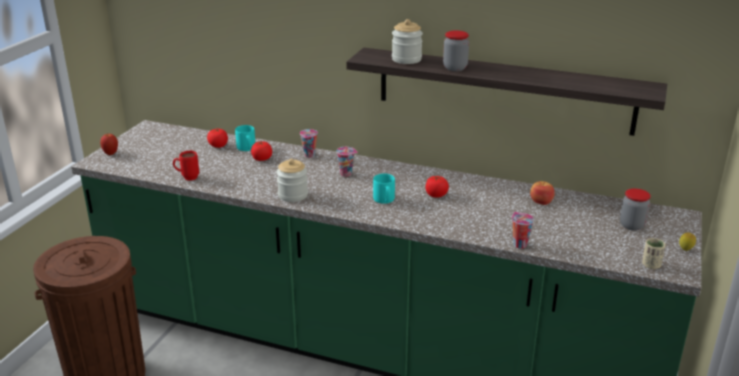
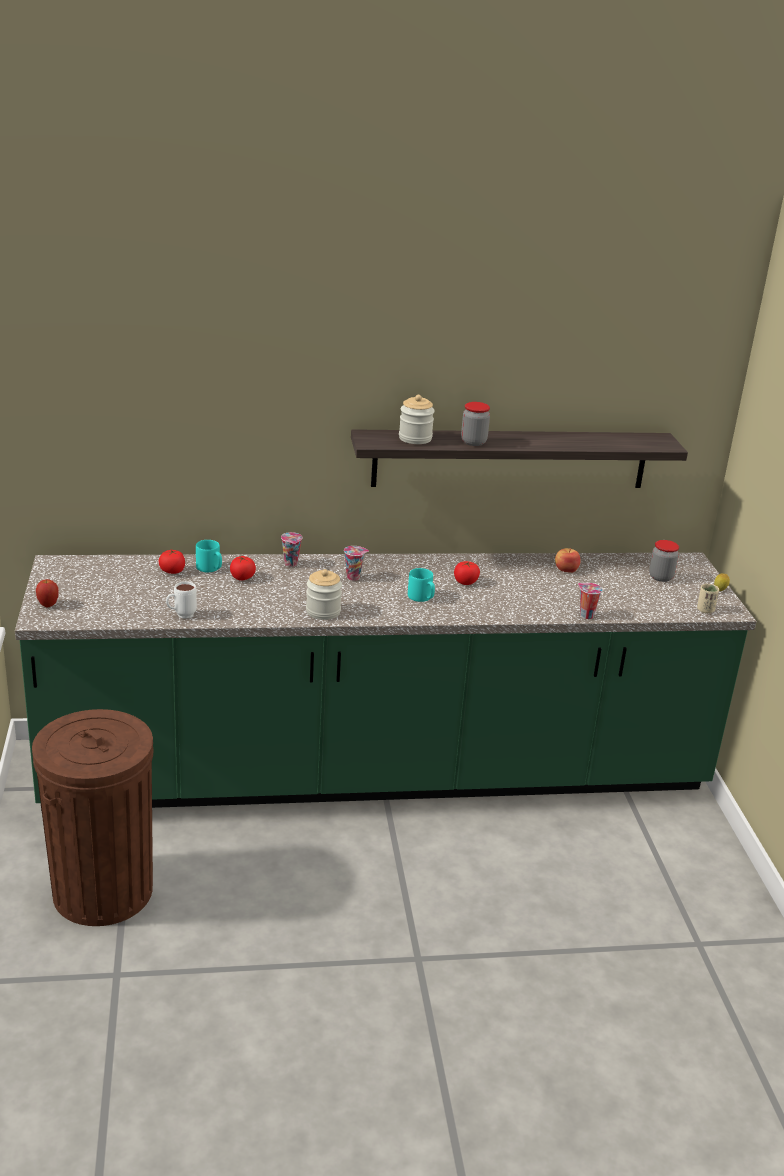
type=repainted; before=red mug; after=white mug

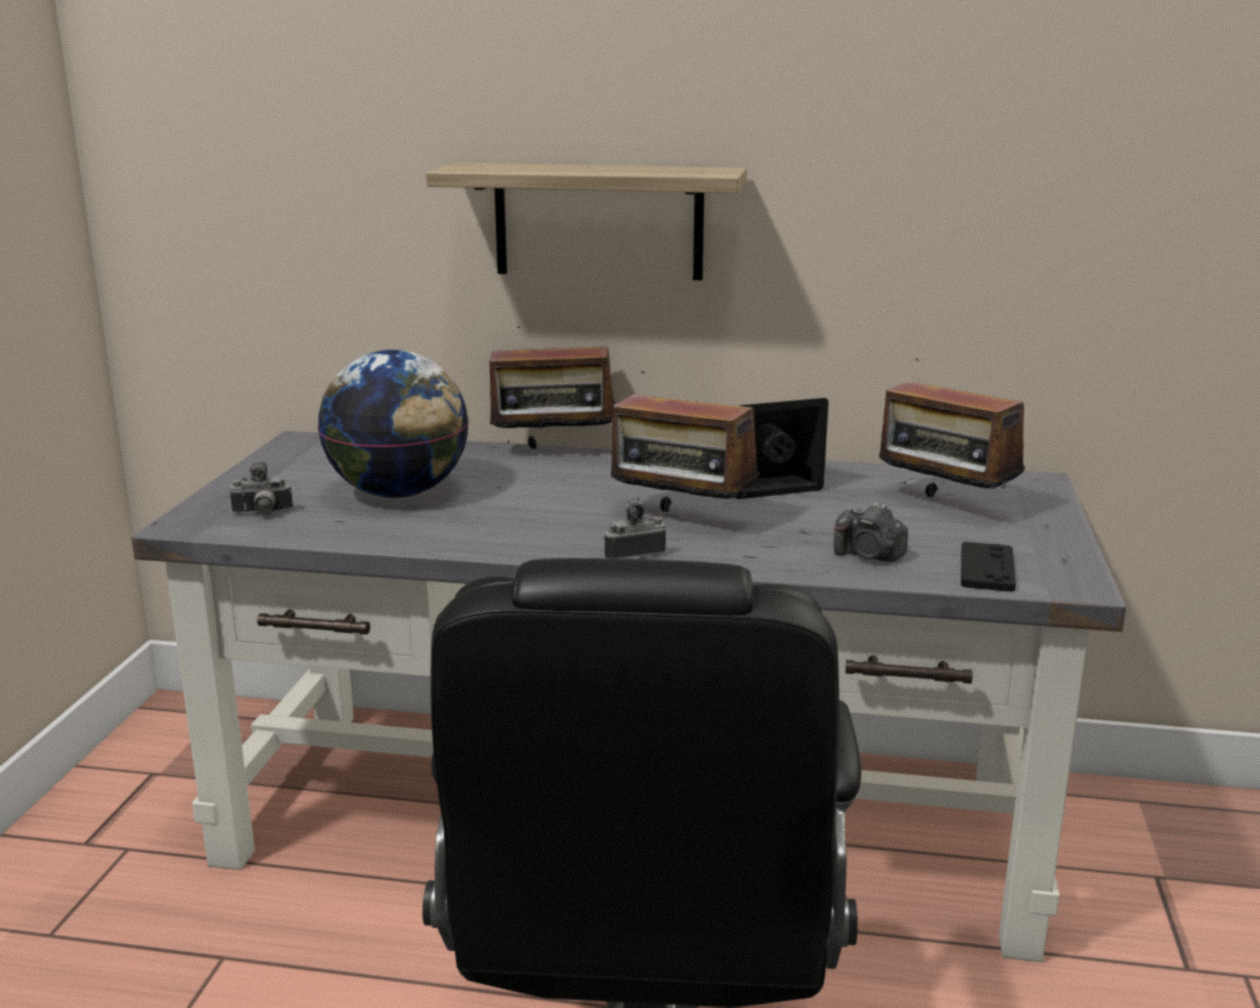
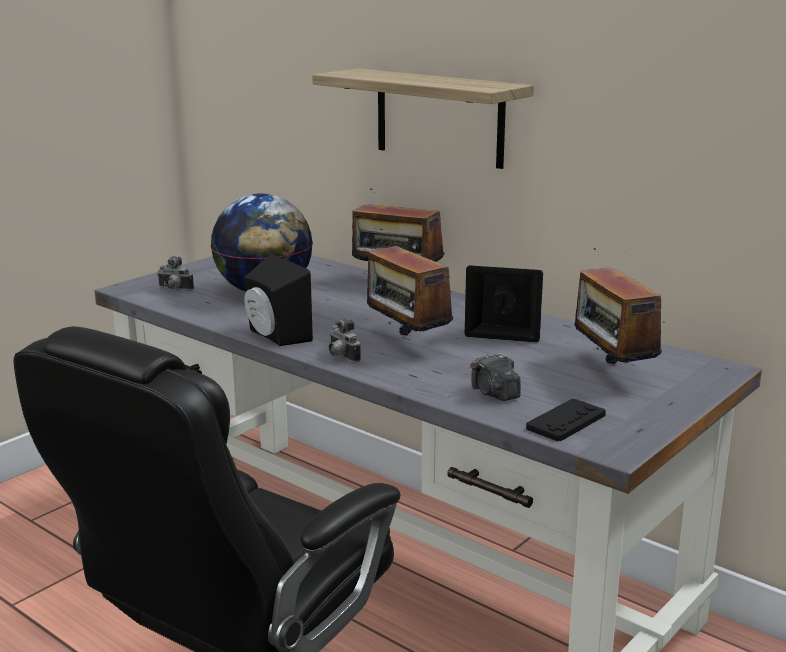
type=rotated; before=photo camera (no. 2 from left); turn=-135
type=new; after=black speaker (no. 1 from left)

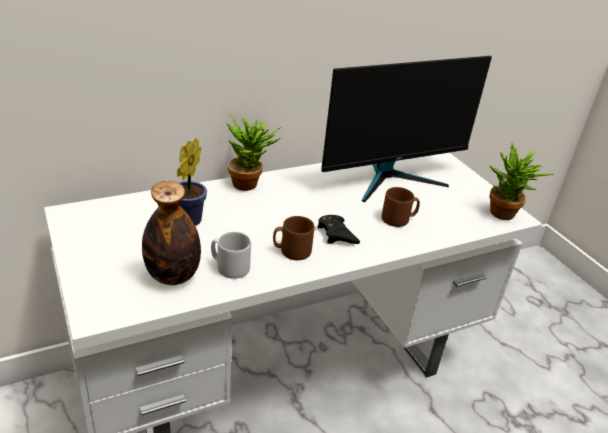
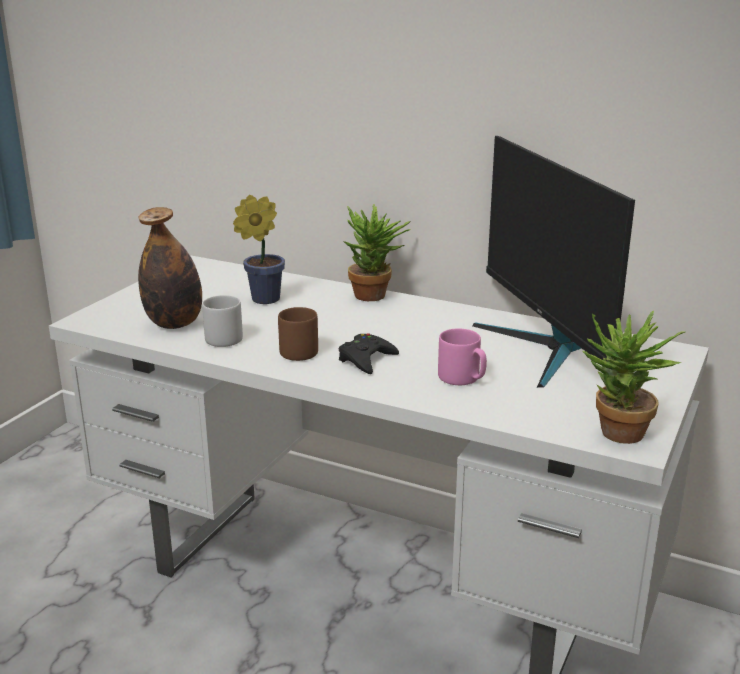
type=rotated; before=monitor; turn=45
type=repainted; before=brown mug (no. 2 from left); after=pink mug

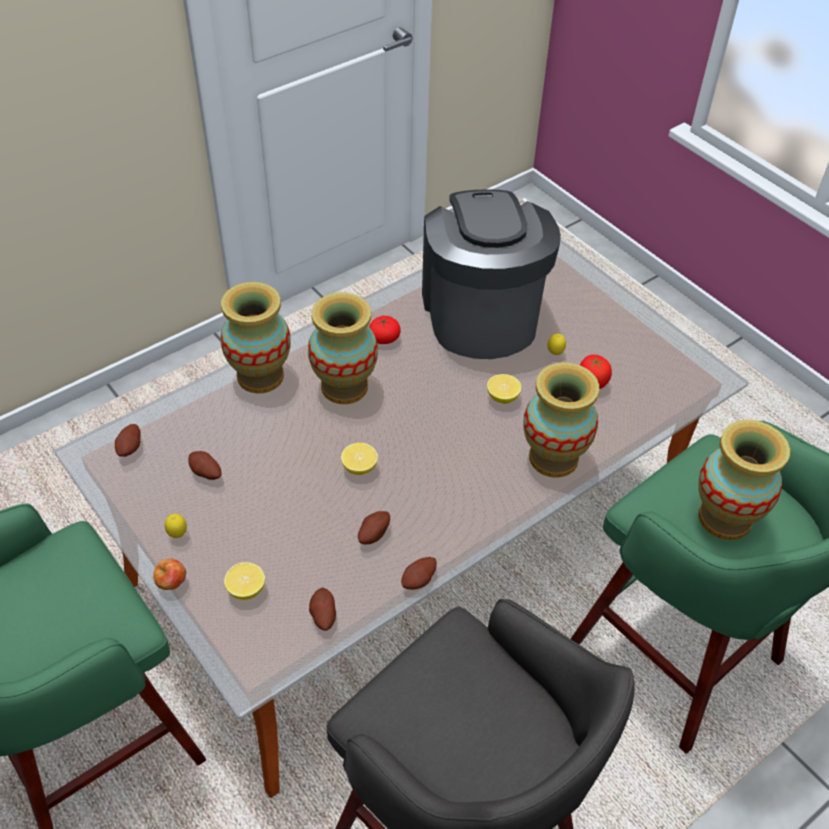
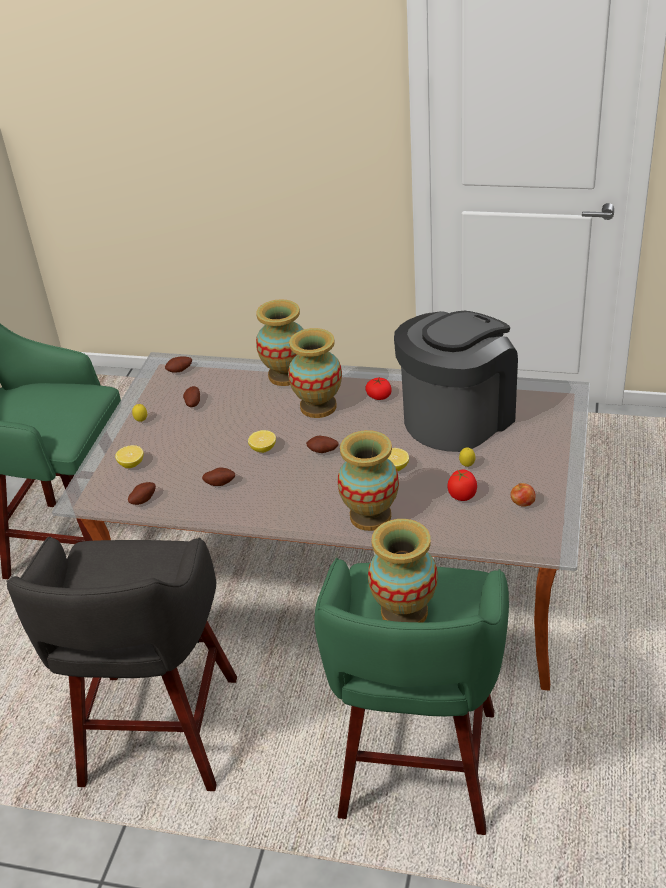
type=shifted; before=potato (no. 5 from left)
type=shifted; before=apple

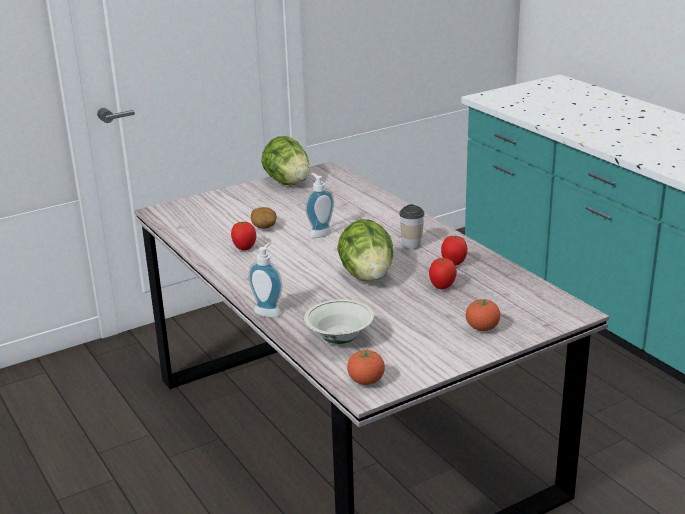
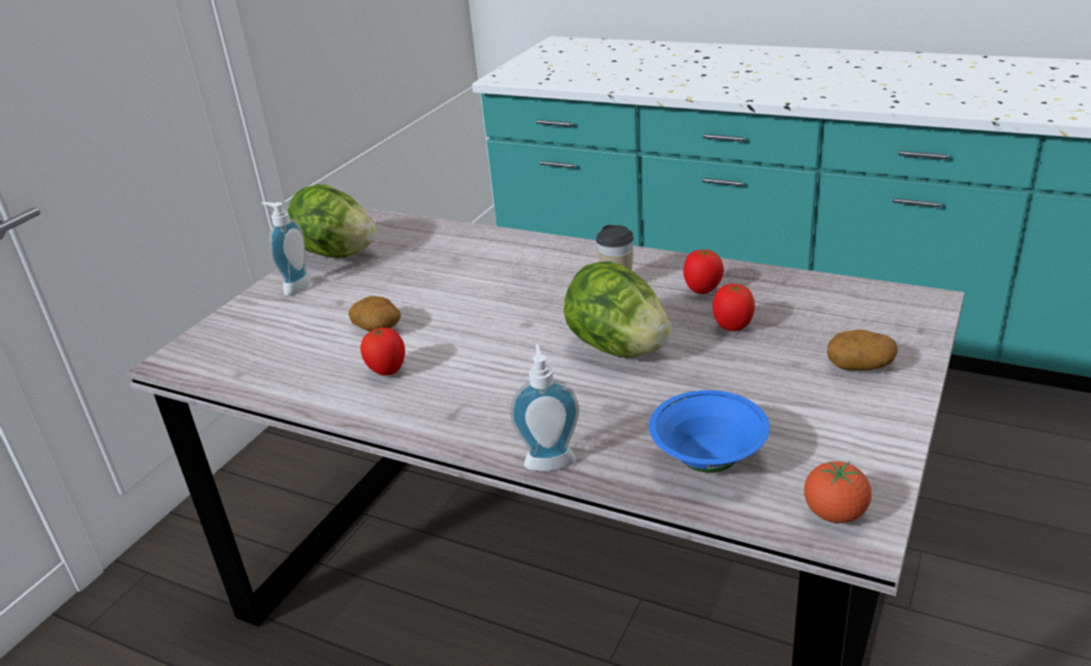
type=shifted; before=soap dispenser (no. 2 from left in the first image); after=soap dispenser (no. 1 from left)
type=repainted; before=white bowl; after=blue bowl
type=swapped; before=tomato (no. 5 from left); after=potato (no. 2 from left)

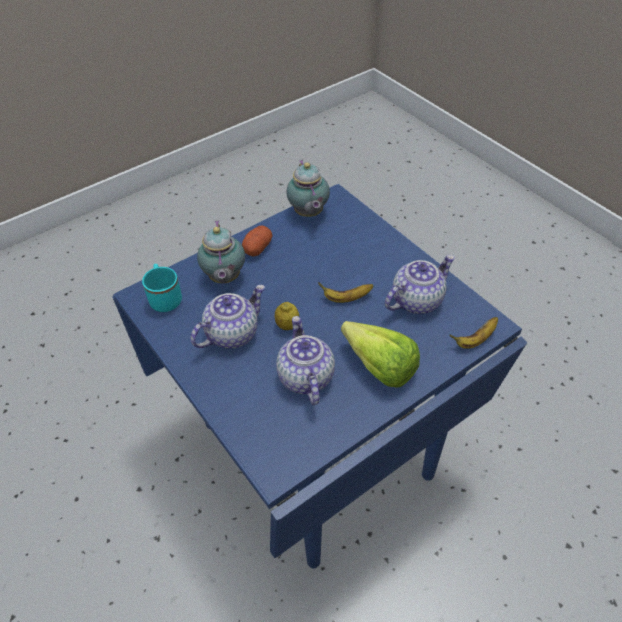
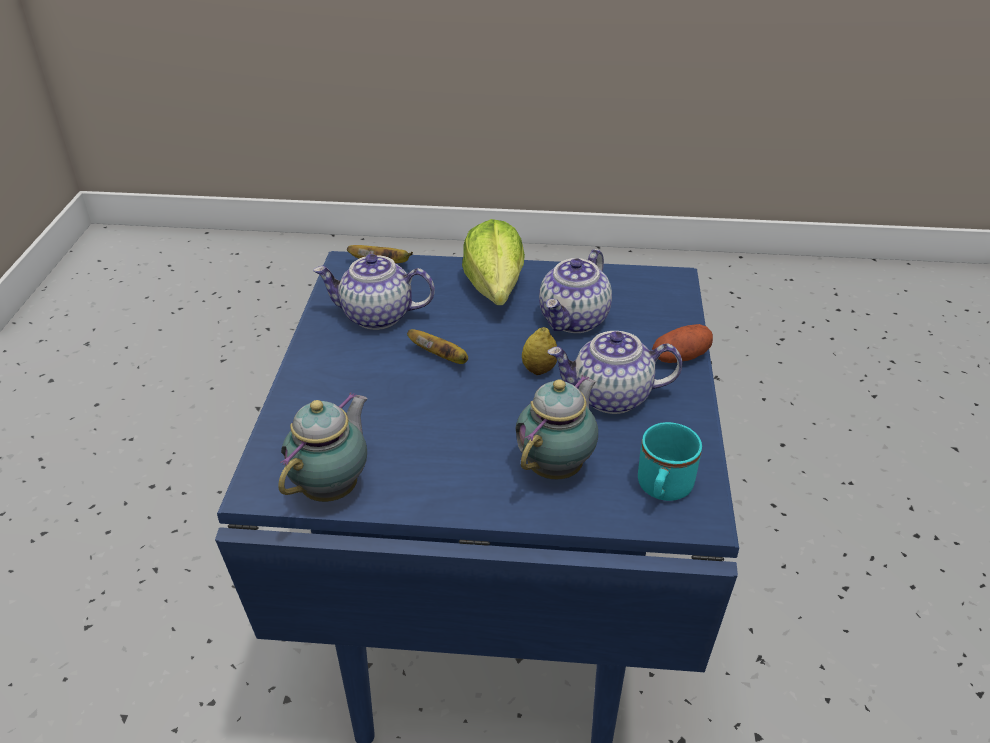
type=shifted; before=potato

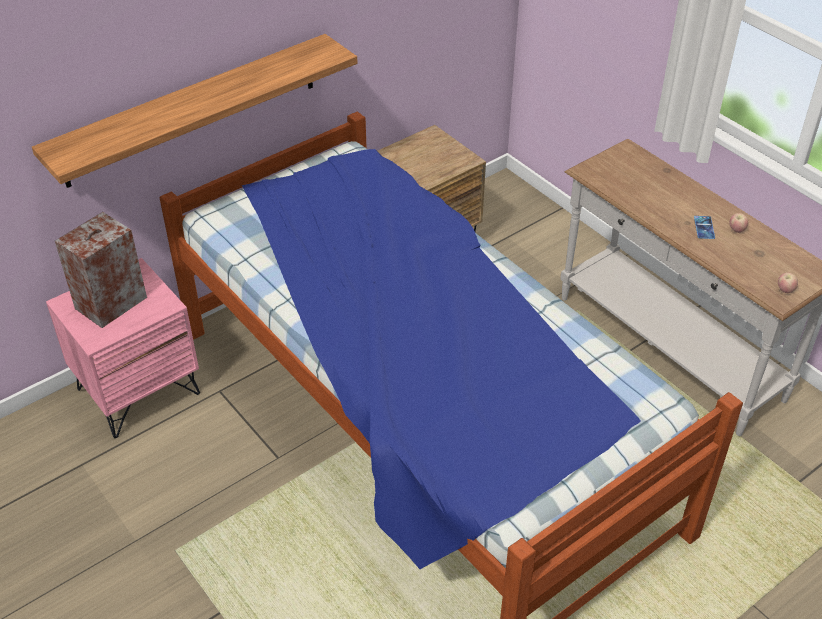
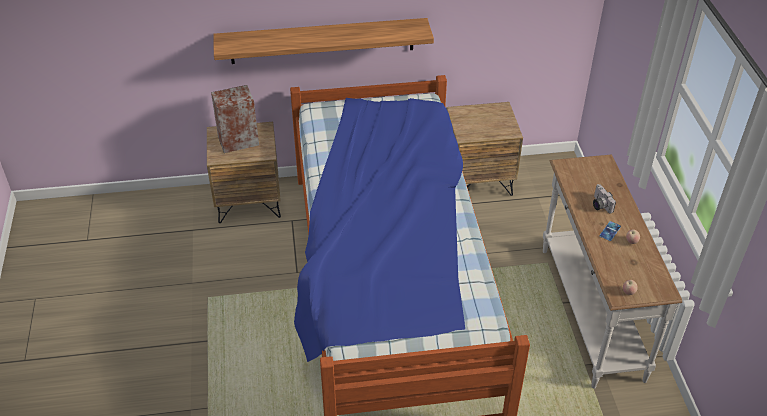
type=repainted; before=pink nightstand; after=brown nightstand (no. 1 from left)
type=new; after=photo camera

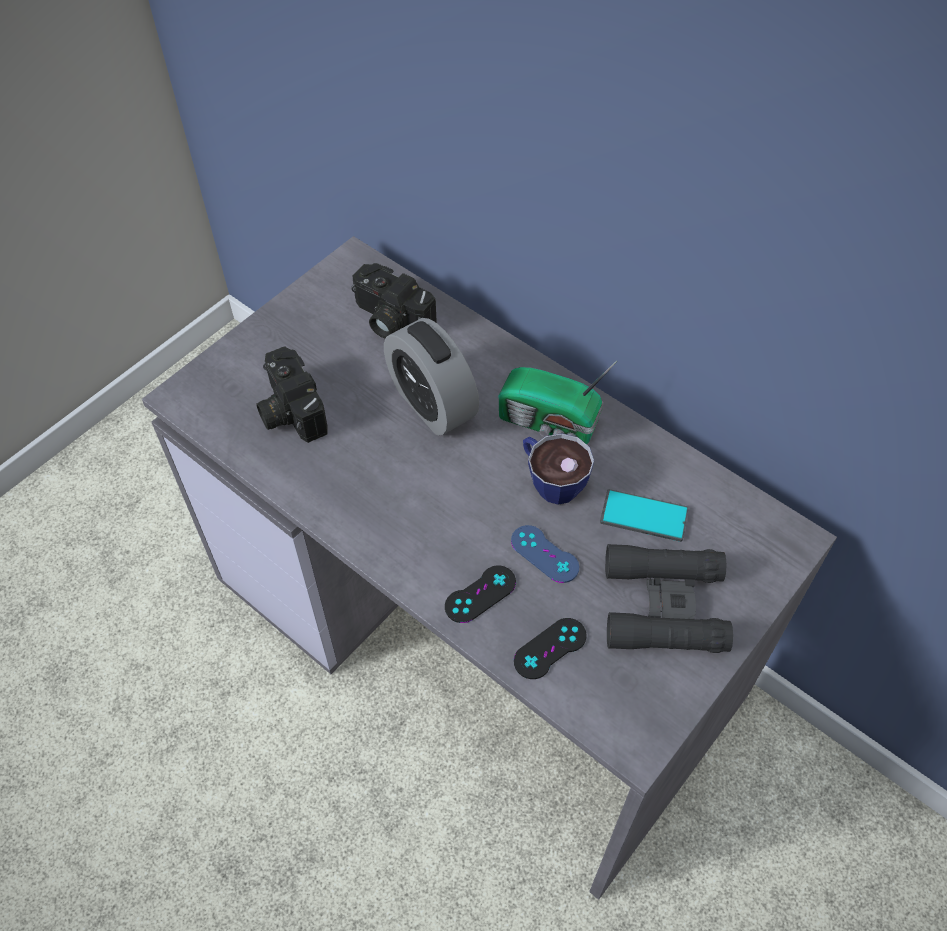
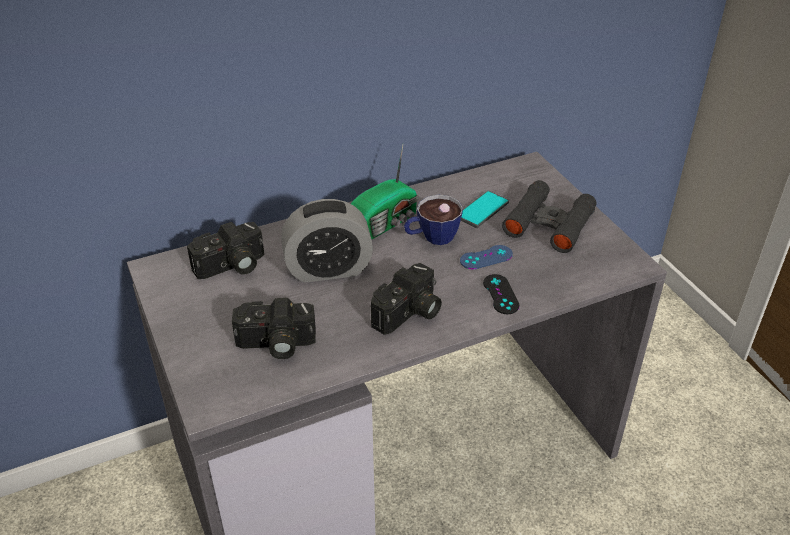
type=gone; before=black game controller (no. 2 from left)
type=new; after=photo camera (no. 3 from left)

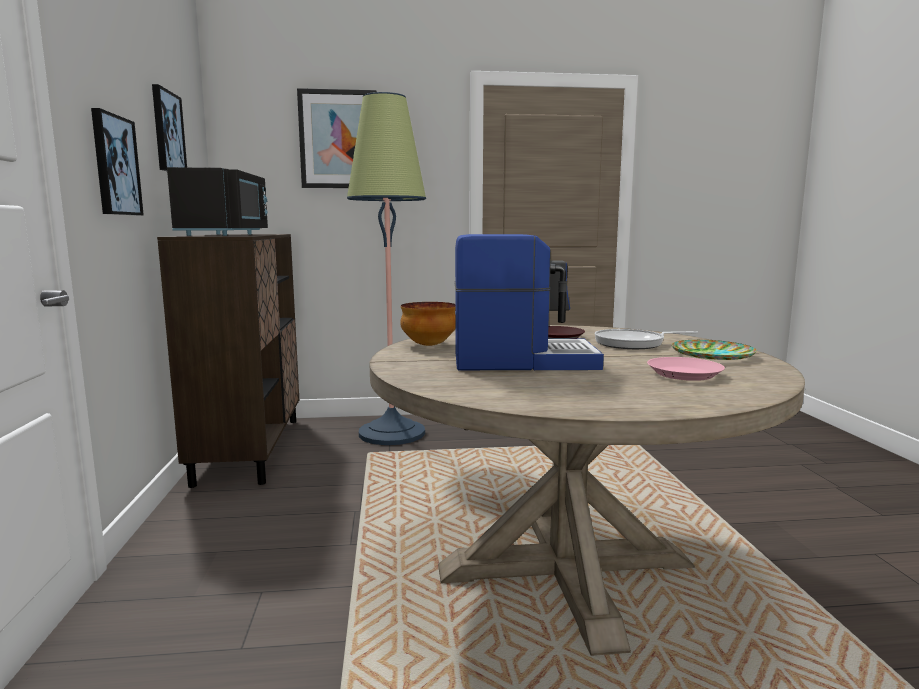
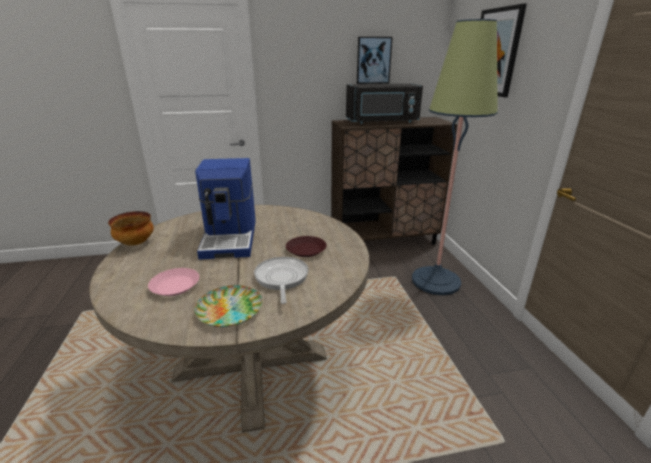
type=gone; before=picture (no. 1 from left)
type=shifted; before=bowl

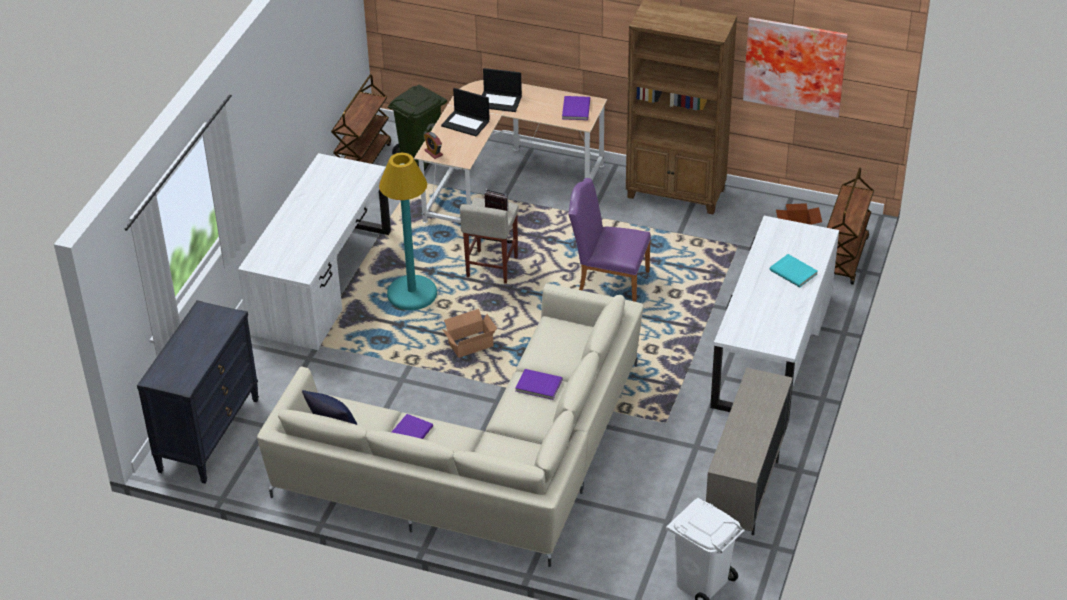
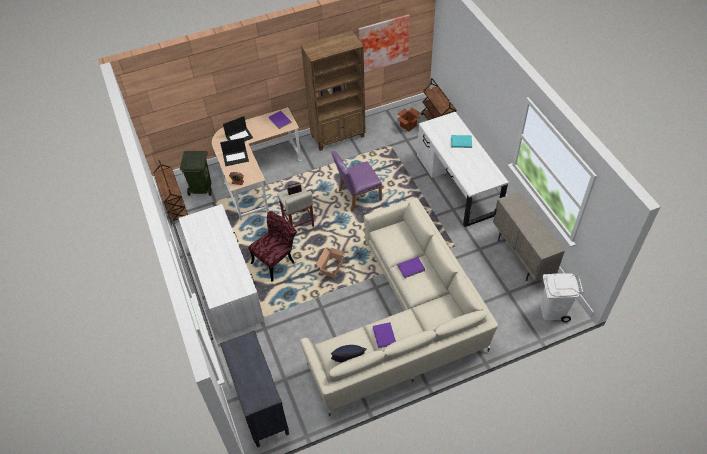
type=swapped; before=turquoise floor lamp; after=red chair

